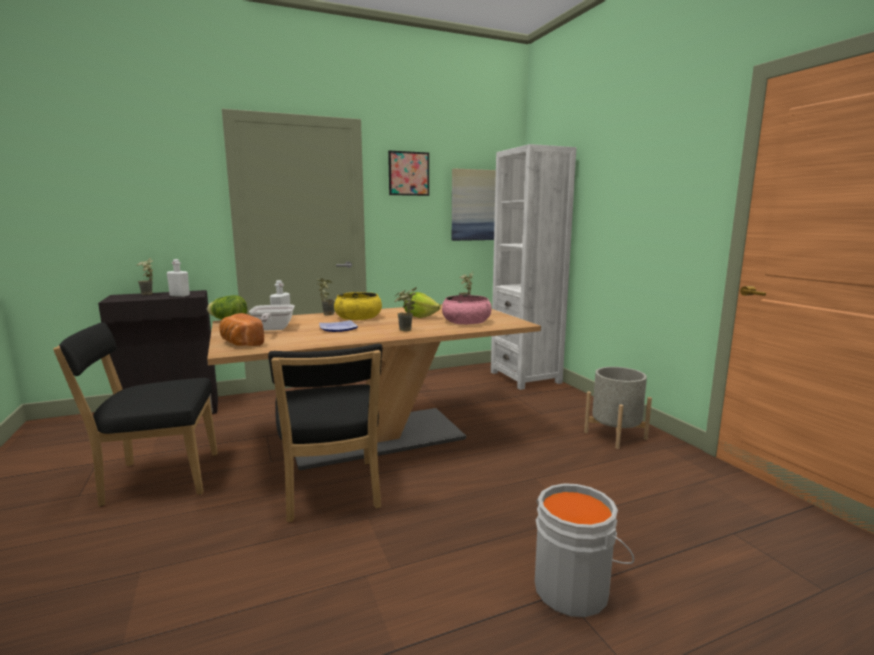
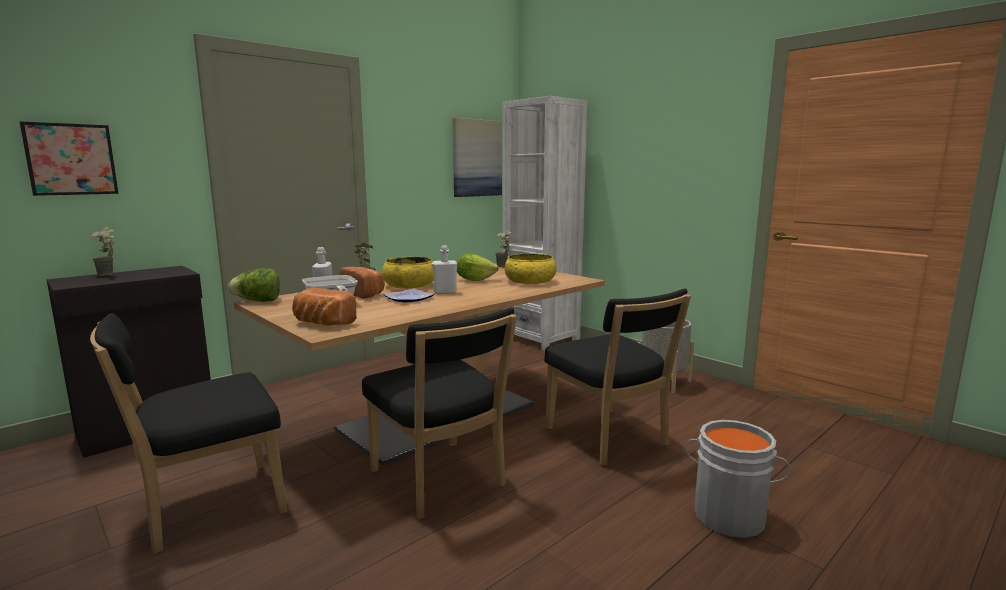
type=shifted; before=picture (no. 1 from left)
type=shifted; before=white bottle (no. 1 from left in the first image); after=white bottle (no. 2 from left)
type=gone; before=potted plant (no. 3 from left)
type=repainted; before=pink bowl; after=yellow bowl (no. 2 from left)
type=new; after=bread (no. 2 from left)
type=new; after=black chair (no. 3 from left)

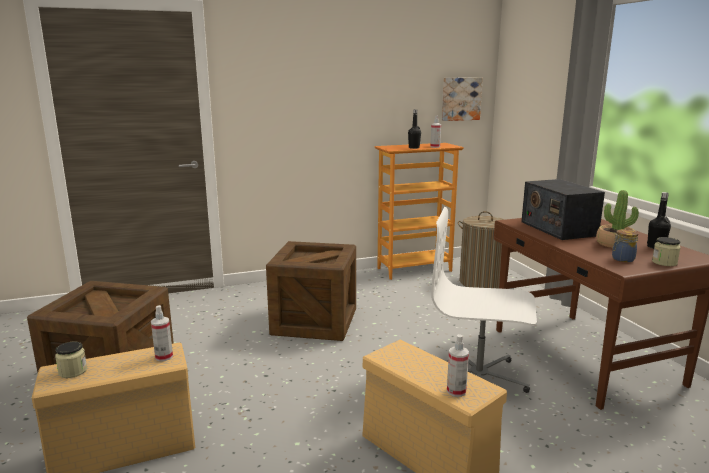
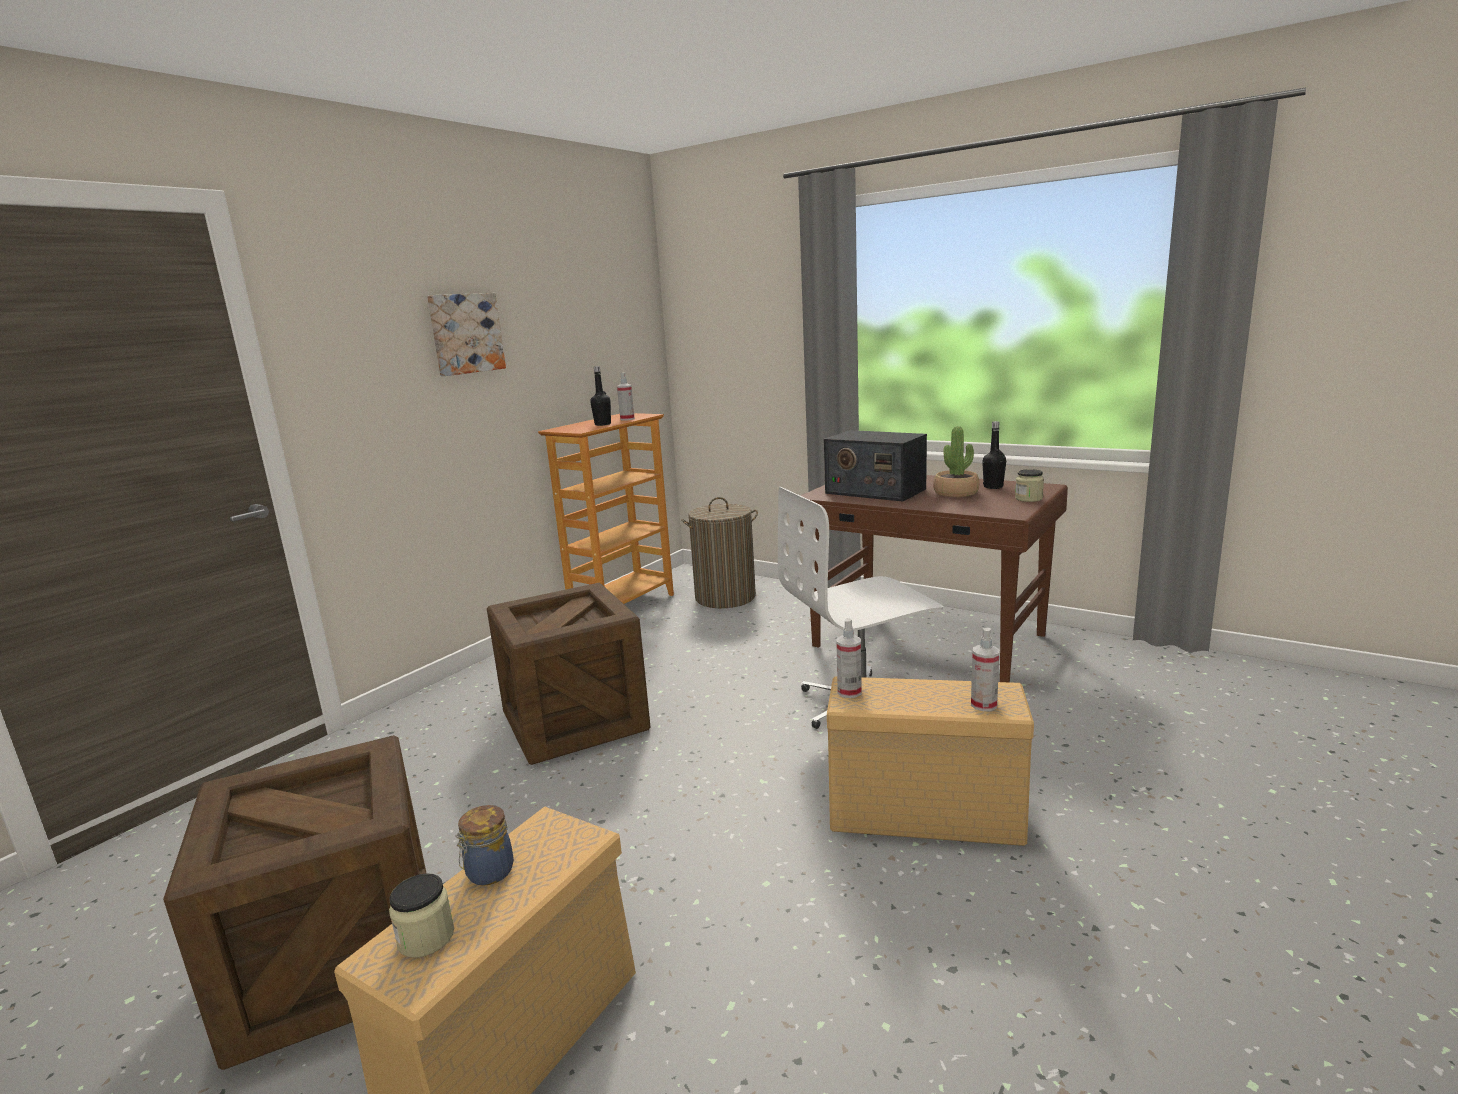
type=shifted; before=picture
type=shifted; before=jar (no. 2 from left)
type=shifted; before=spray bottle (no. 1 from left in the first image); after=spray bottle (no. 2 from left)

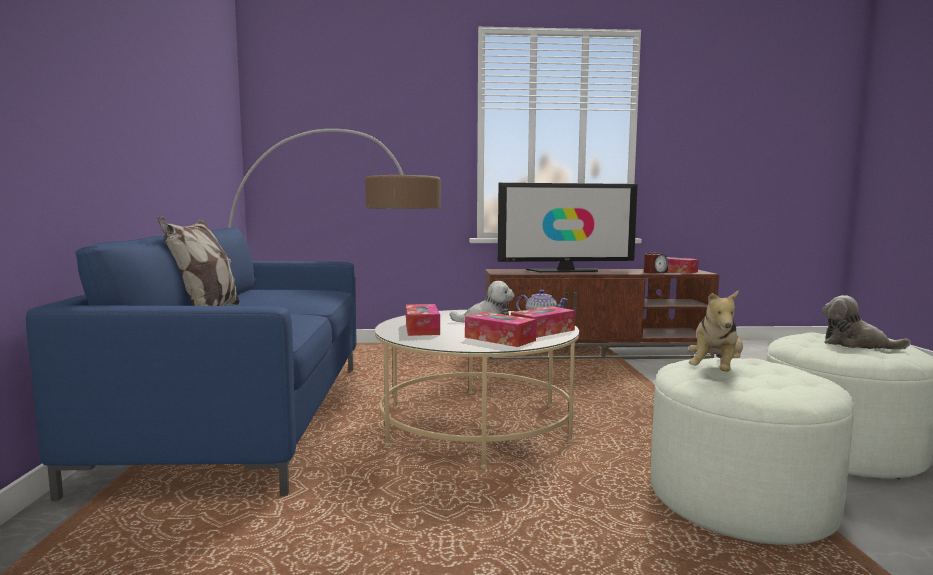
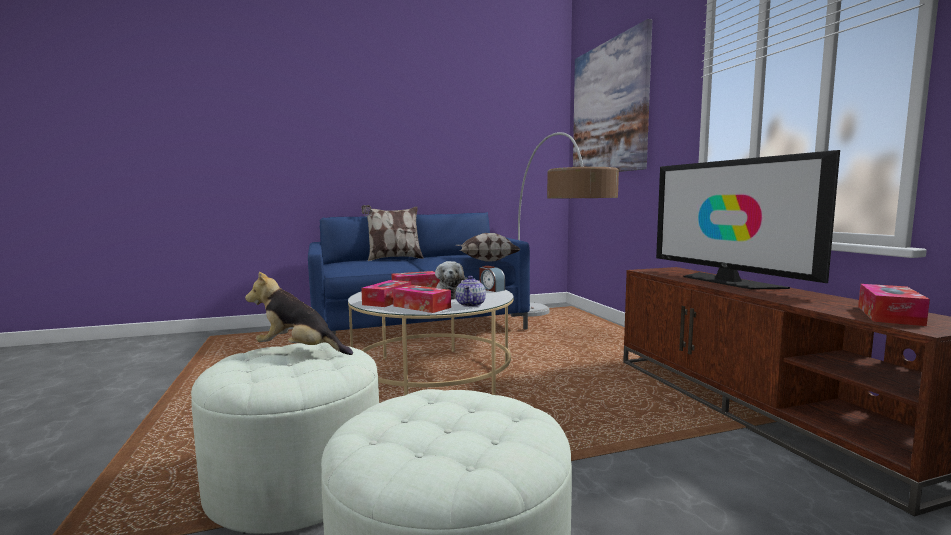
type=shifted; before=alarm clock
type=gone; before=plush toy (no. 3 from left)
type=new; after=picture
type=new; after=pillow (no. 2 from left)

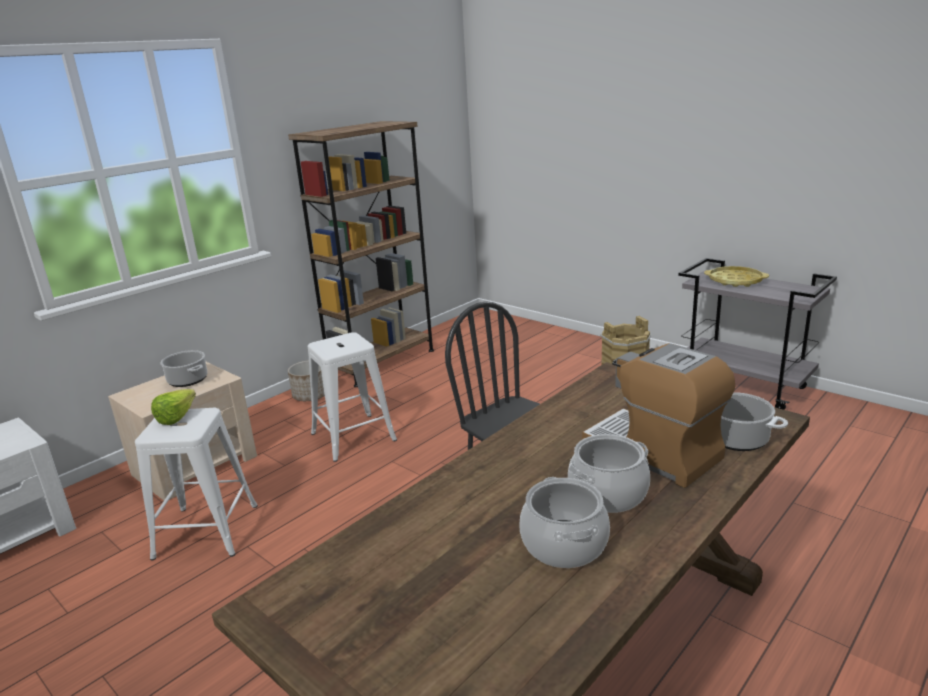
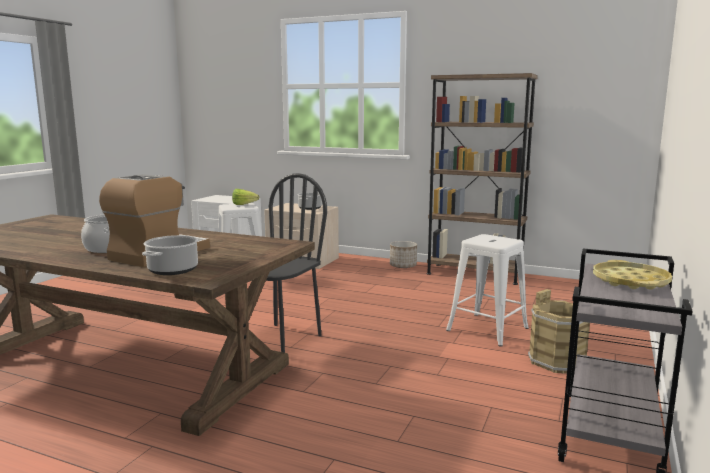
type=shifted; before=white stool (no. 2 from left)
type=gone; before=cooking pot (no. 2 from left)

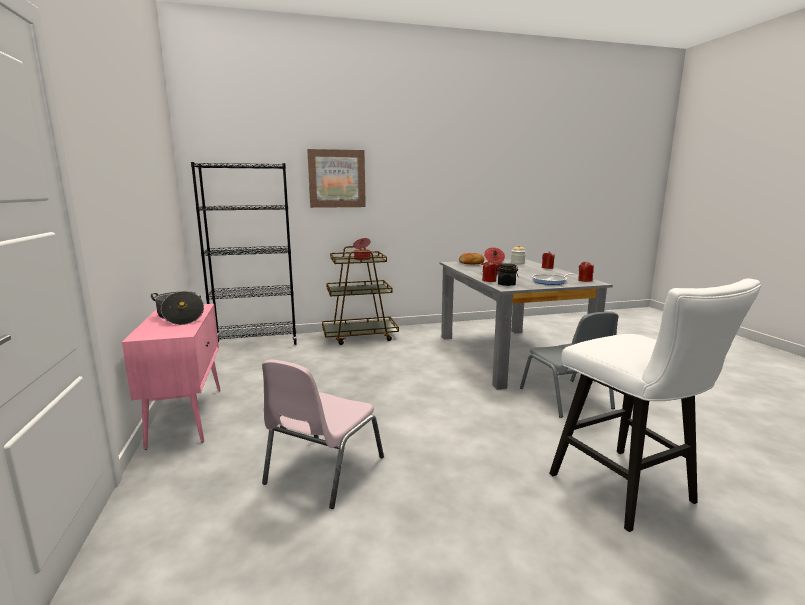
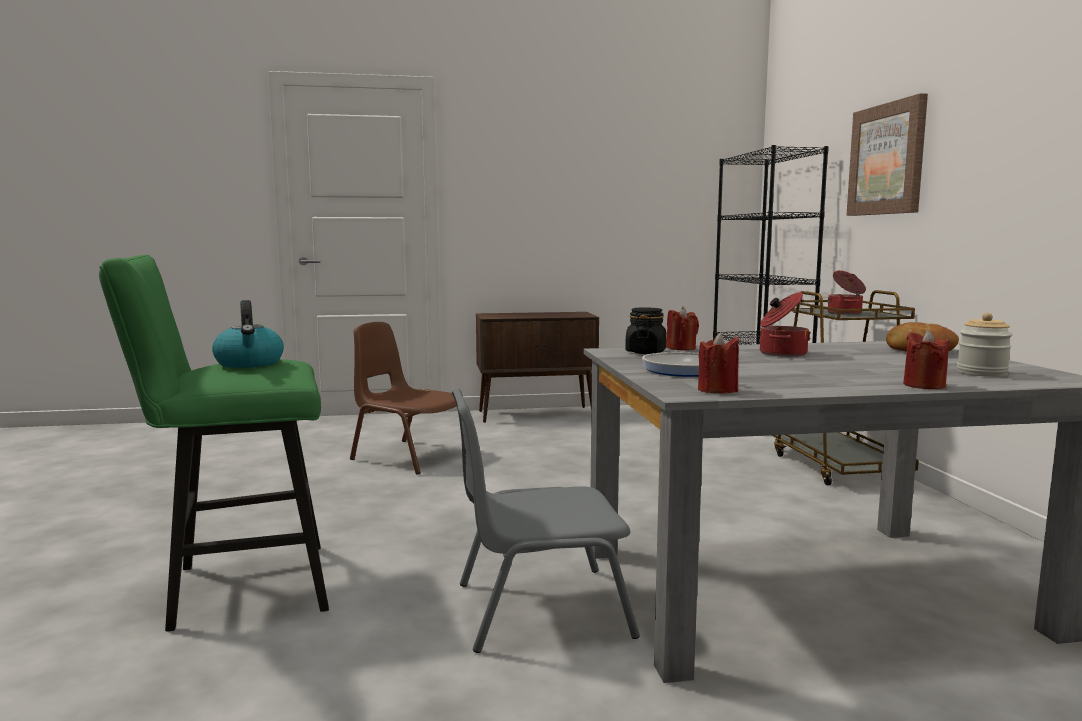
type=repainted; before=white stool; after=green stool
type=gone; before=cooking pot (no. 1 from left)
type=repainted; before=pink cabinet; after=brown cabinet
type=repainted; before=pink chair; after=brown chair
type=new; after=kettle

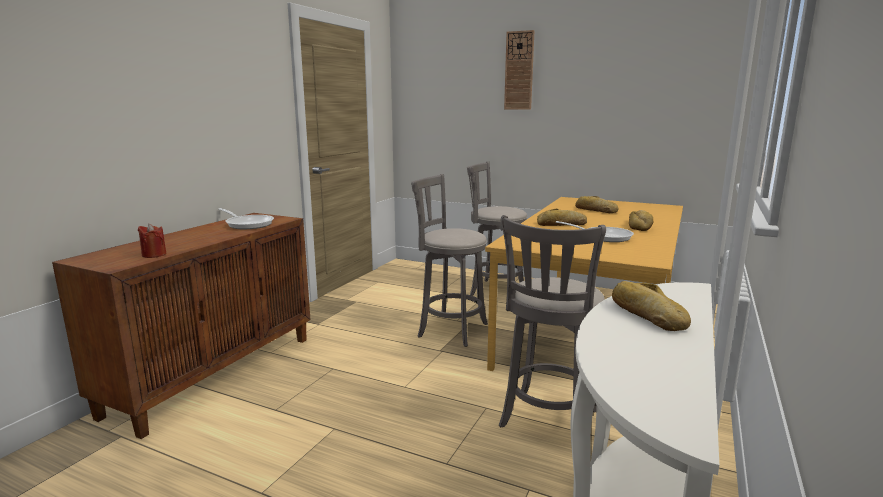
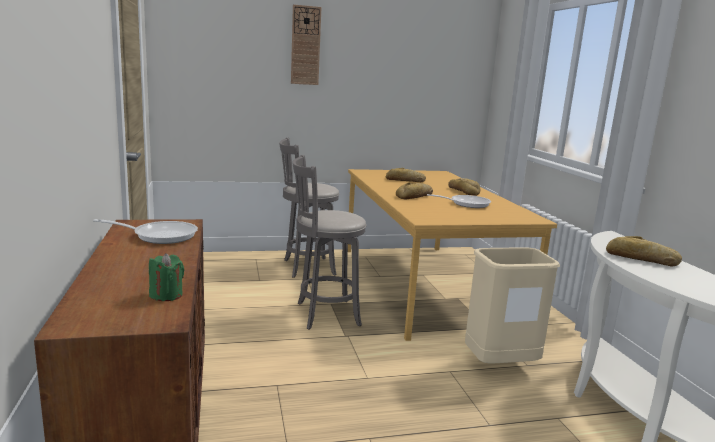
type=swapped; before=grey stool (no. 3 from left); after=beige trash can
type=repainted; before=red candle; after=green candle

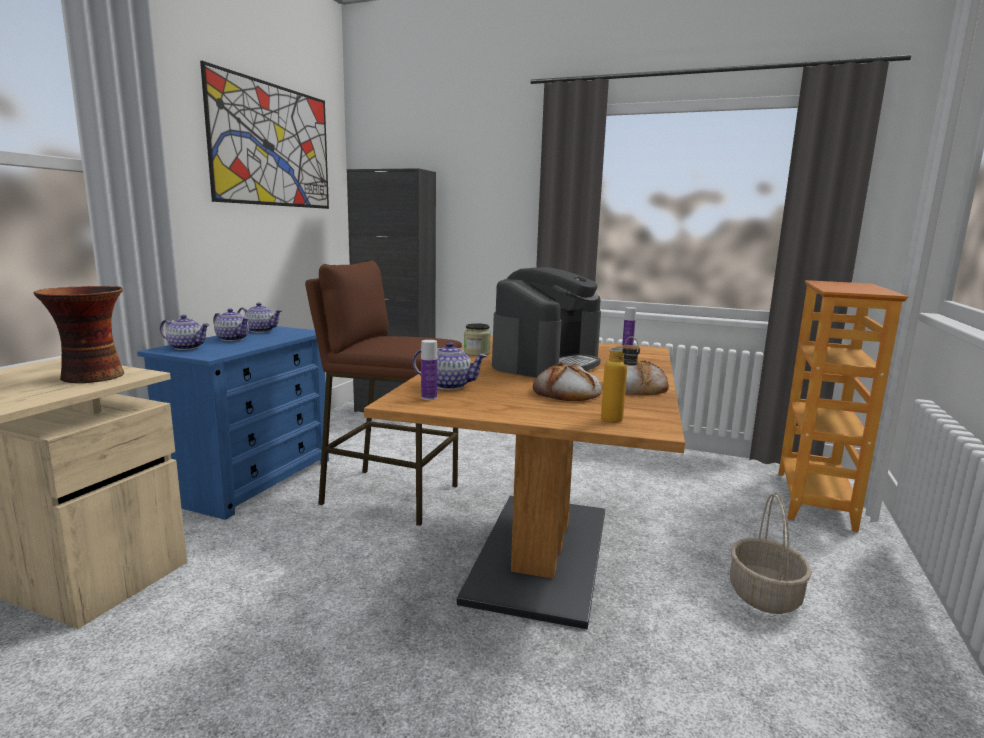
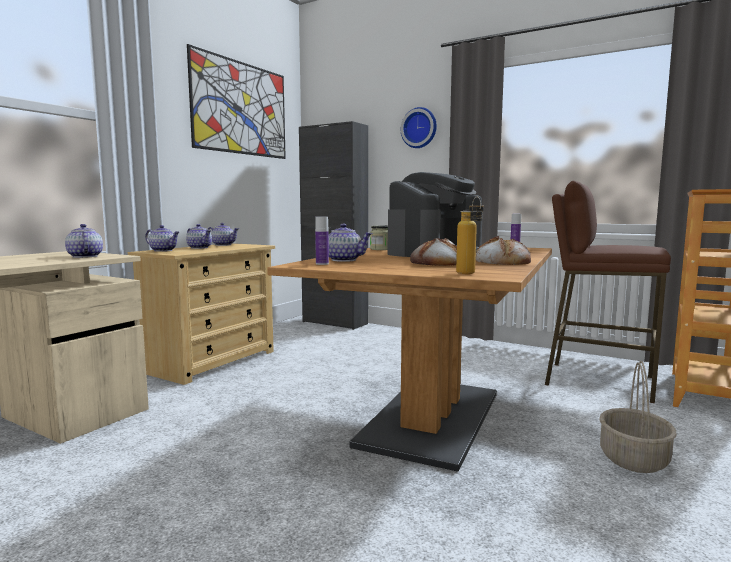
type=shifted; before=brown stool
type=swapped; before=vase; after=teapot (no. 1 from left)
type=repainted; before=blue dresser; after=beige dresser
type=new; after=wall clock

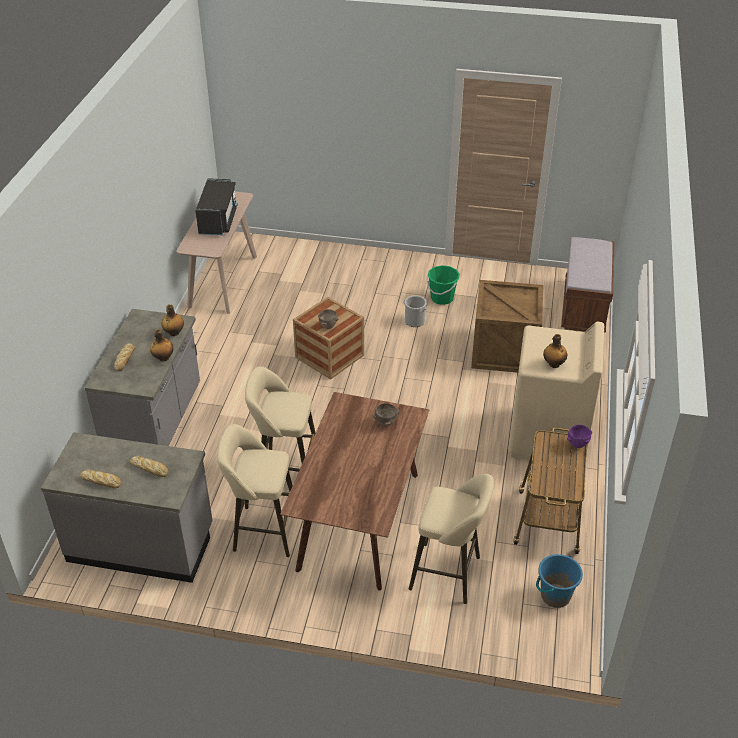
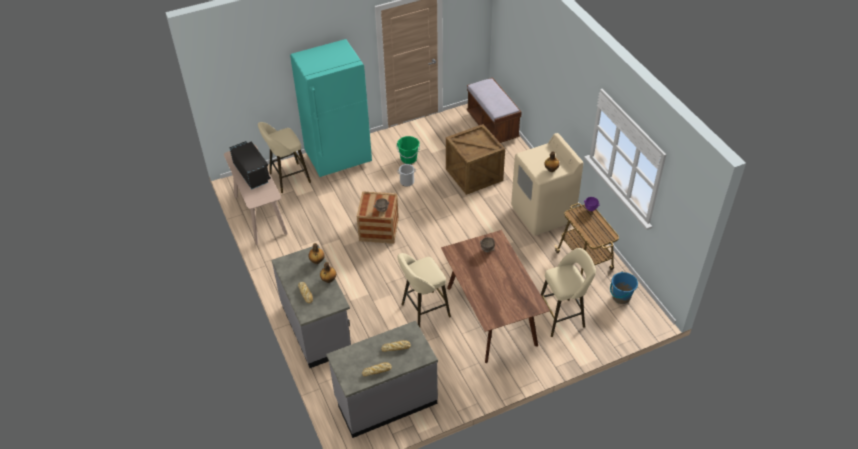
type=shifted; before=beige stool (no. 1 from left)
type=new; after=turquoise fridge

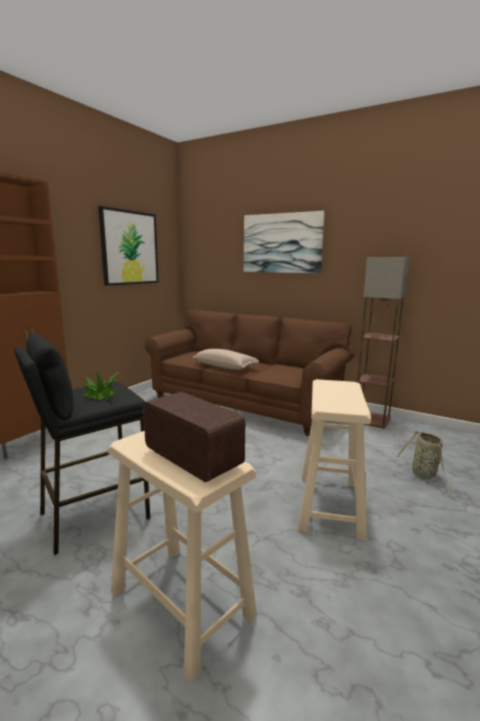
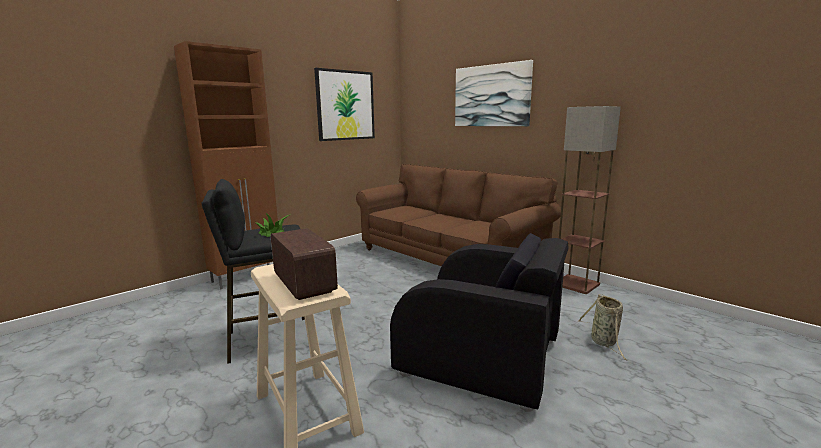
type=gone; before=beige pillow
type=swapped; before=beige stool (no. 2 from left); after=black armchair

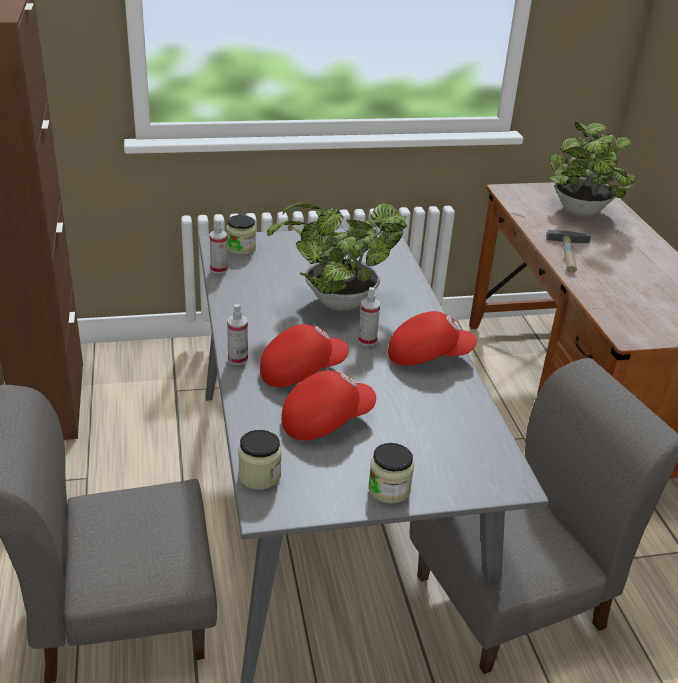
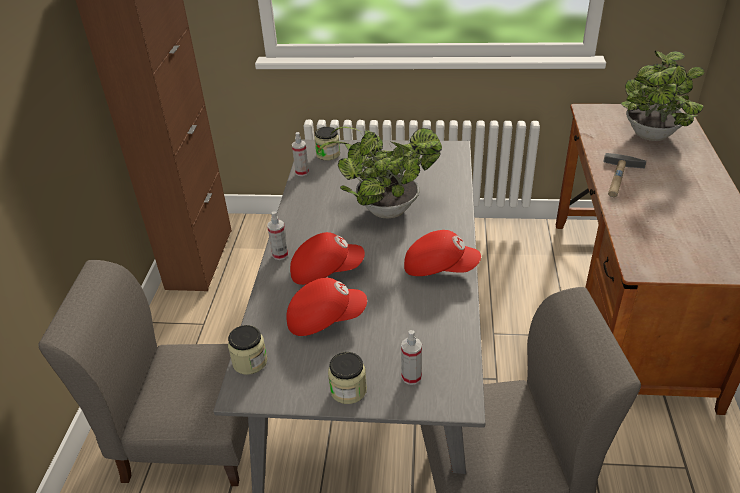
type=shifted; before=spray bottle (no. 3 from left)

